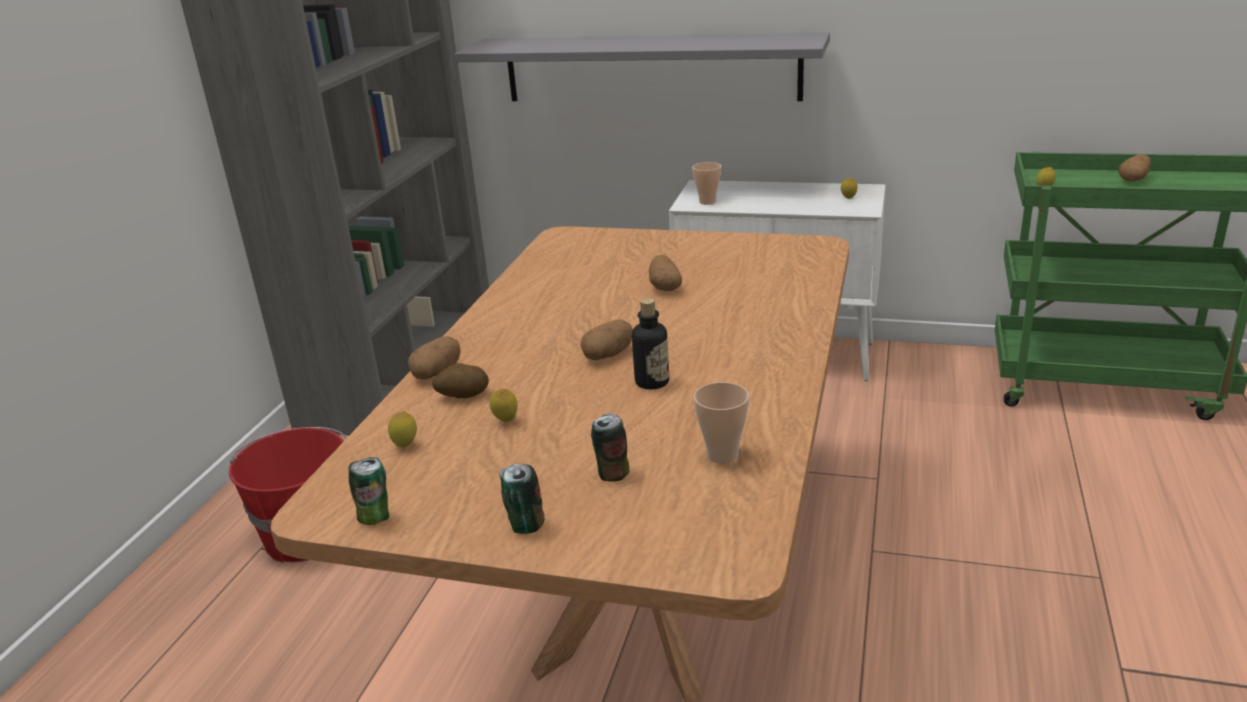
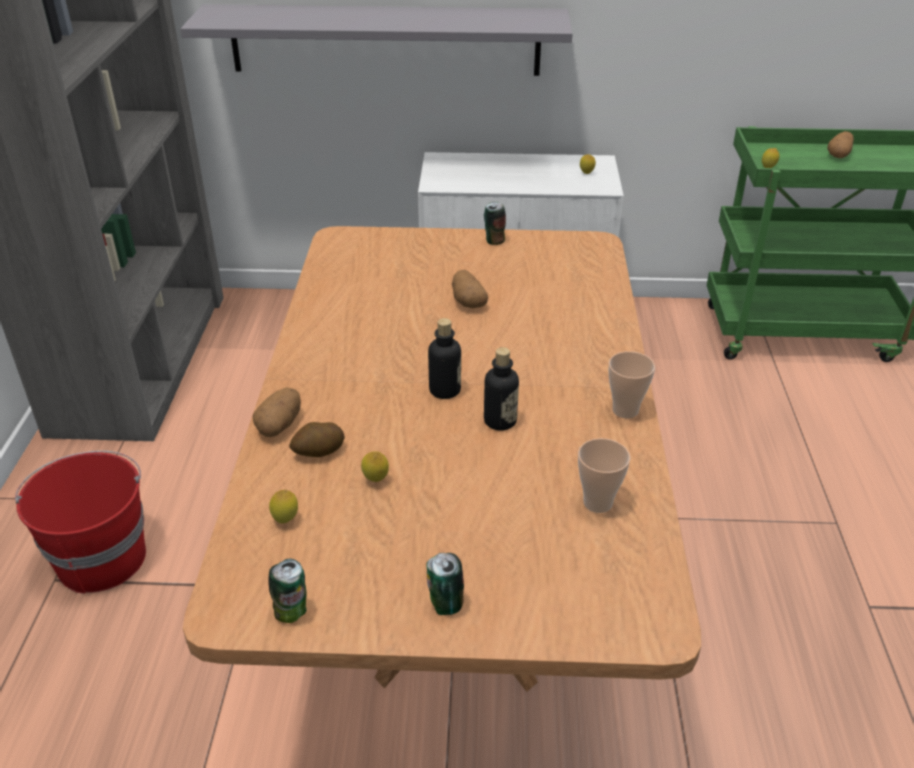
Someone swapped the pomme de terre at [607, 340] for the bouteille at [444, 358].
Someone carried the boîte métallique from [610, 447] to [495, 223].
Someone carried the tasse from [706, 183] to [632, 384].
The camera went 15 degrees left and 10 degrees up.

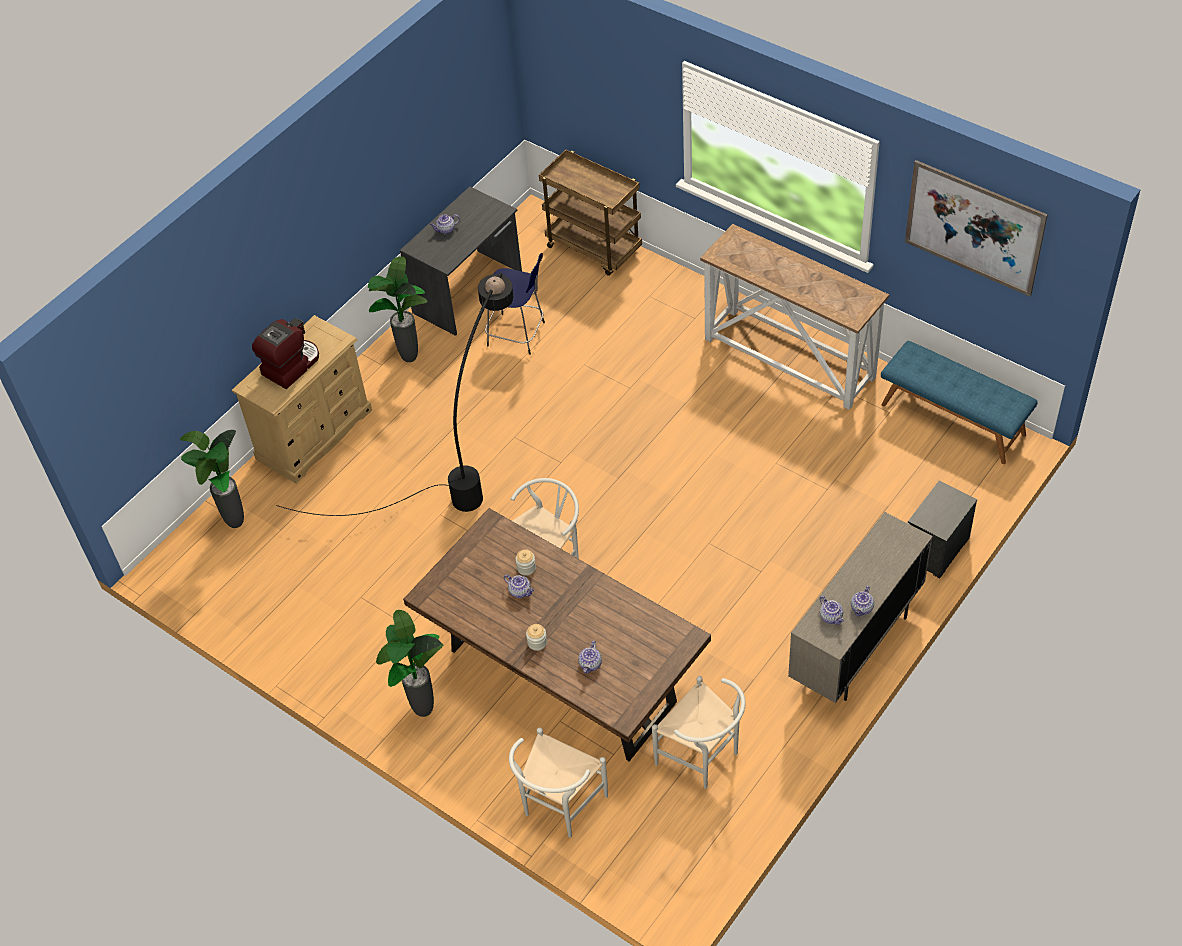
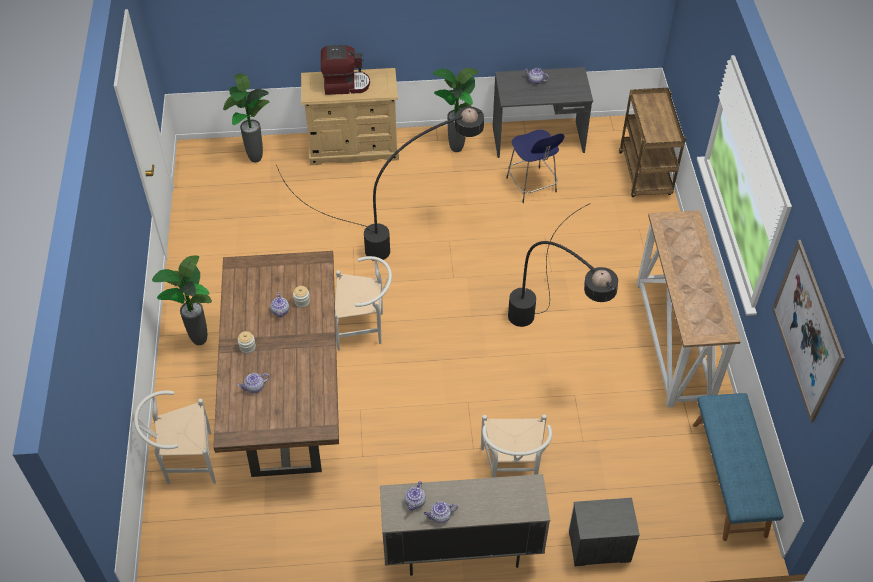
Someone carried the chaise (blanc) from [699, 732] to [516, 446].
Someone put down the lampadaire (noir) at [563, 265].
The camera went 45 degrees right and 0 degrees up.

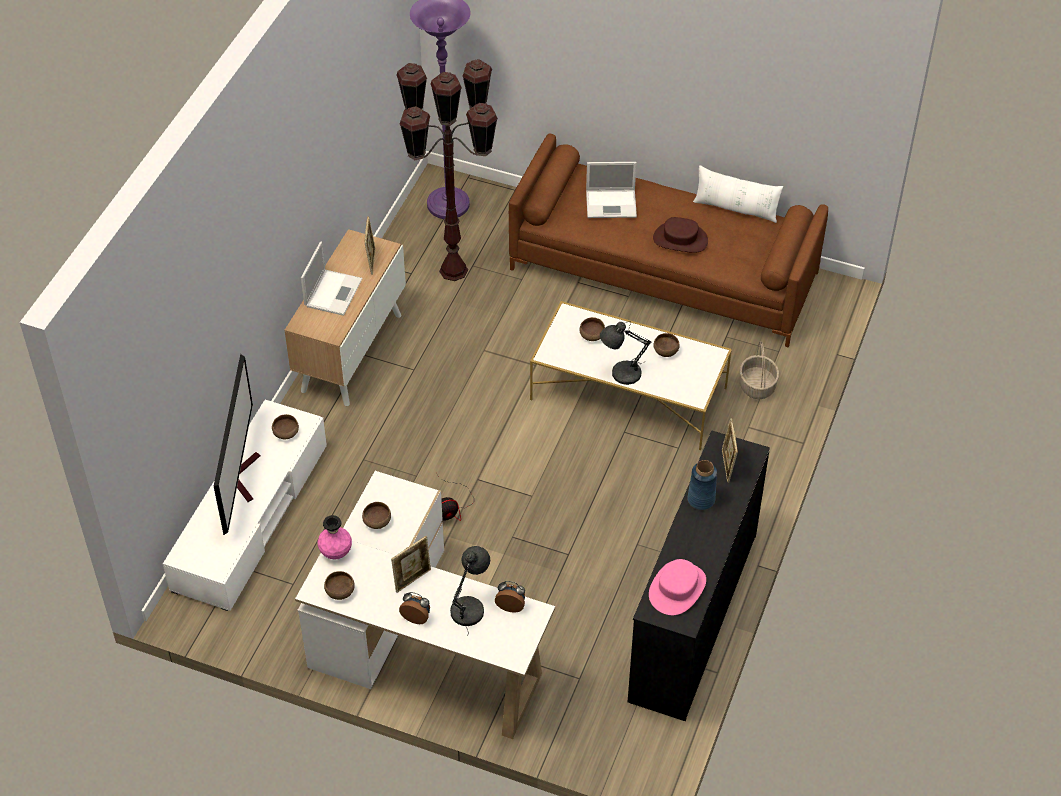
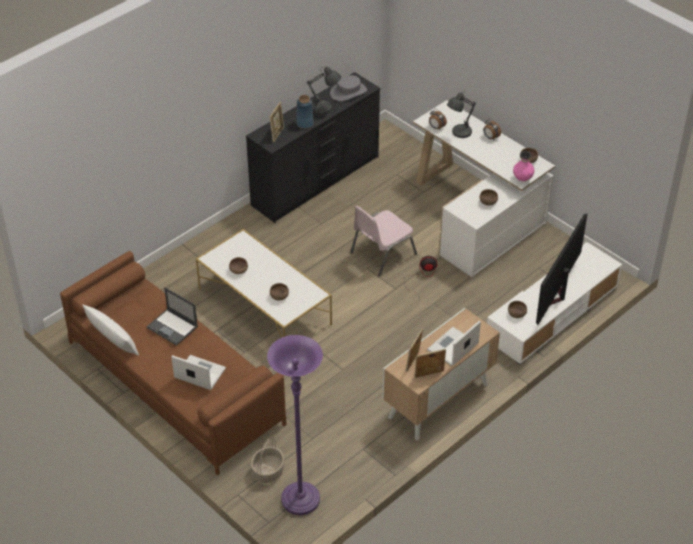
Someone swapped the chapeau (marron) at [680, 235] for the ordinateur portable at [172, 316].
Someone carried the panier from [759, 370] to [267, 460].
Someone carried the lampe de table (gris) from [625, 353] to [324, 90].
Someone repainted the chapeau (rose) at [677, 587], which became the chapeau (gris) at [348, 88].
Someone put down the chaise (rose) at [383, 241].
Someone carried the cadre photo from [411, 564] to [430, 363].
Someone took away the lampadaire (marron) at [447, 170].
The camera went 155 degrees left and 5 degrees down.

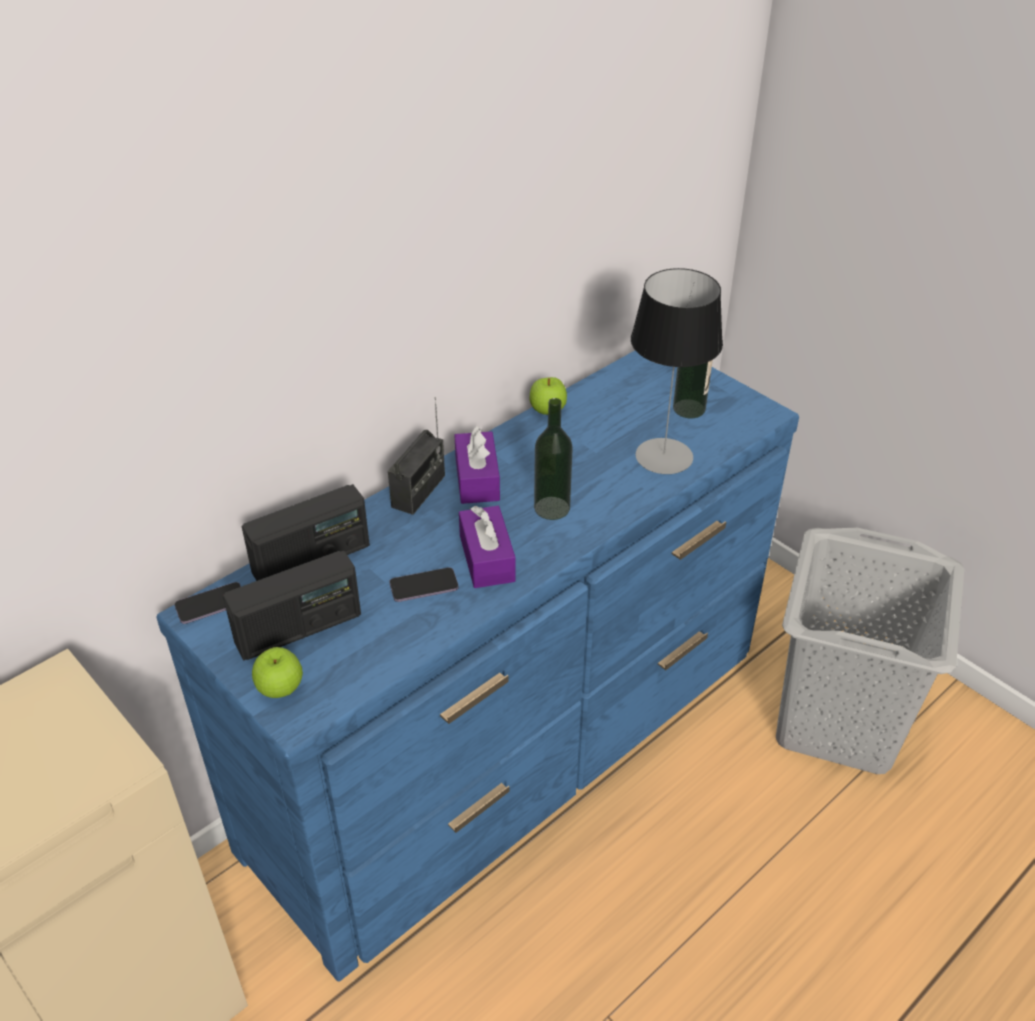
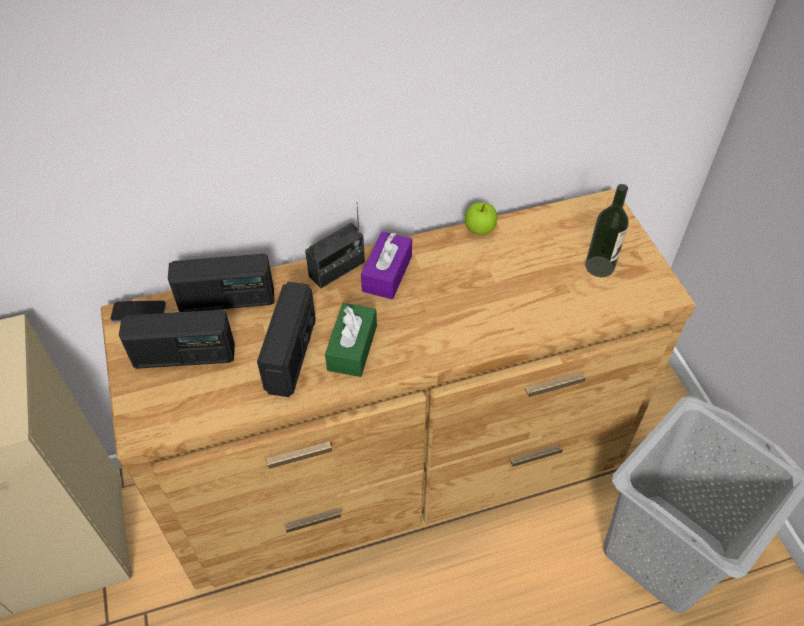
Someone repainted the commode (bleu) at [477, 666], which became the commode (marron) at [398, 389].
Someone swapped the téléphone at [424, 584] for the radio at [286, 339].
Someone repainted the boîte à mouchoirs (violet) at [487, 547], which became the boîte à mouchoirs (vert) at [351, 340].
Someone took away the pomme at [277, 672].
Someone took away the bouteille at [553, 459].
Someone took away the lampe de table at [677, 371].
The camera went 25 degrees right and 10 degrees up.

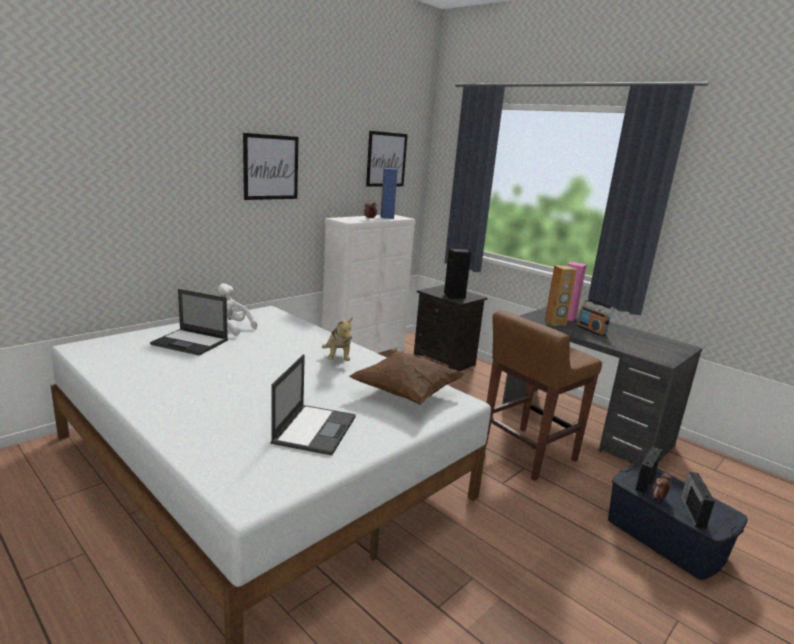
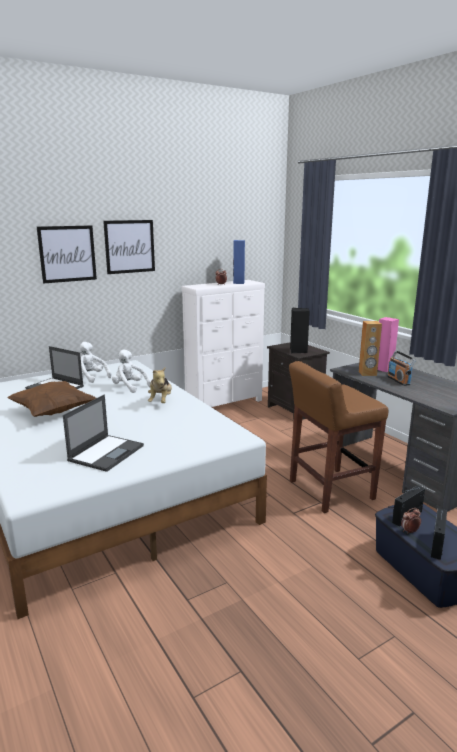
Someone carried the coussin (marron) from [407, 378] to [51, 399].
Someone carried the tableau from [387, 159] to [67, 254].
Someone put down the peluche (blanc) at [131, 371].
The camera went 15 degrees right and 0 degrees up.

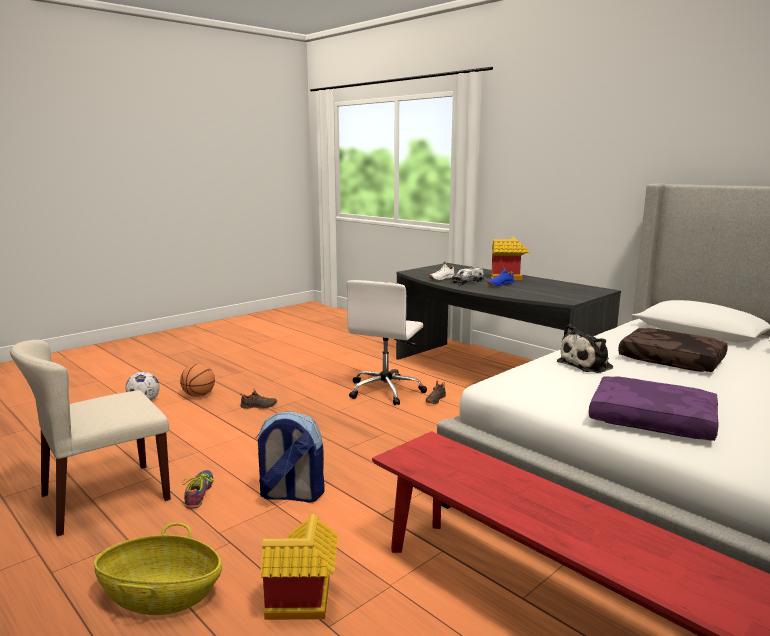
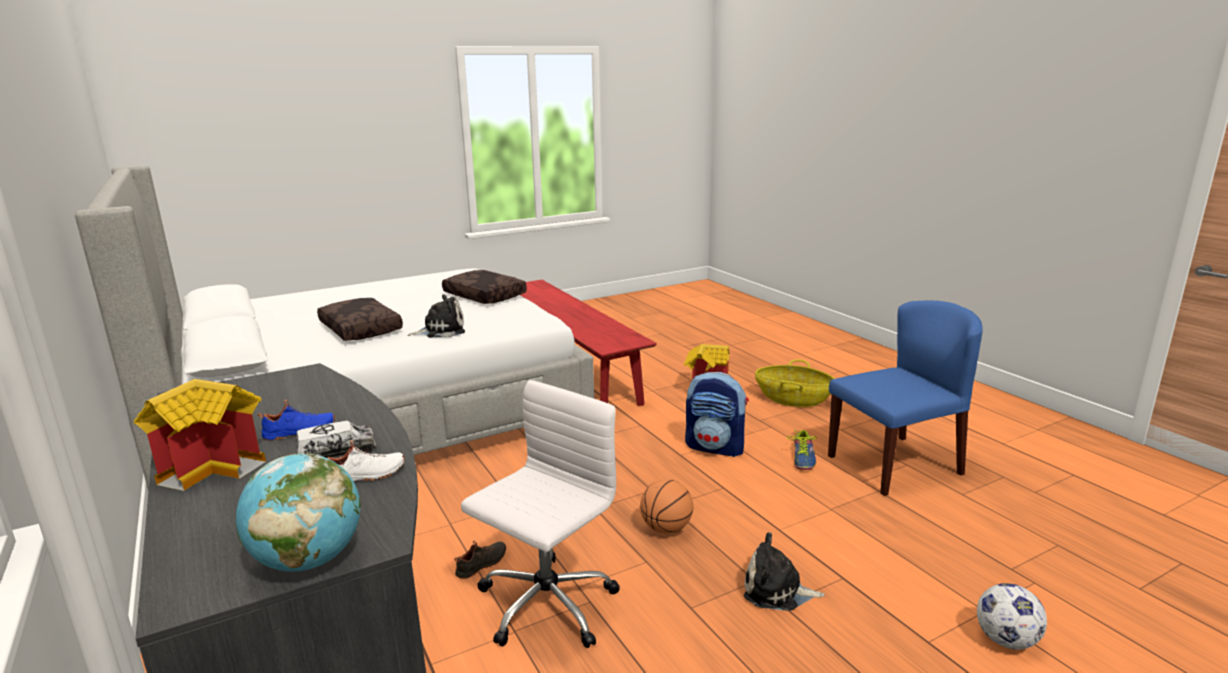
Someone put down the globe at [298, 512].
Someone repainted the coussin (violet) at [653, 408], which became the coussin (marron) at [484, 287].
Someone carried the ballon de basket from [197, 380] to [666, 506].
Someone swapped the chaussure (noir) at [258, 398] for the peluche at [784, 572].
Someone repainted the chaise (beige) at [90, 438], which became the chaise (bleu) at [905, 398].
The camera went 165 degrees left and 5 degrees up.

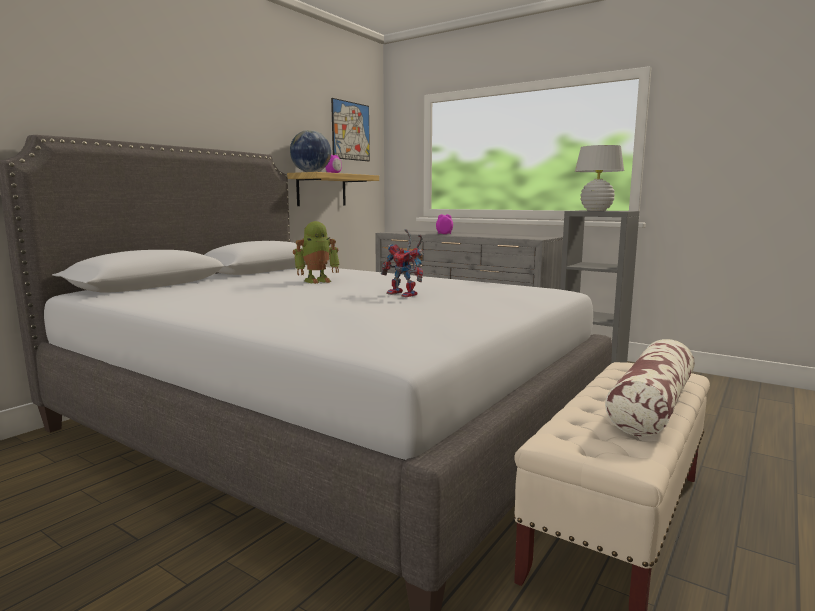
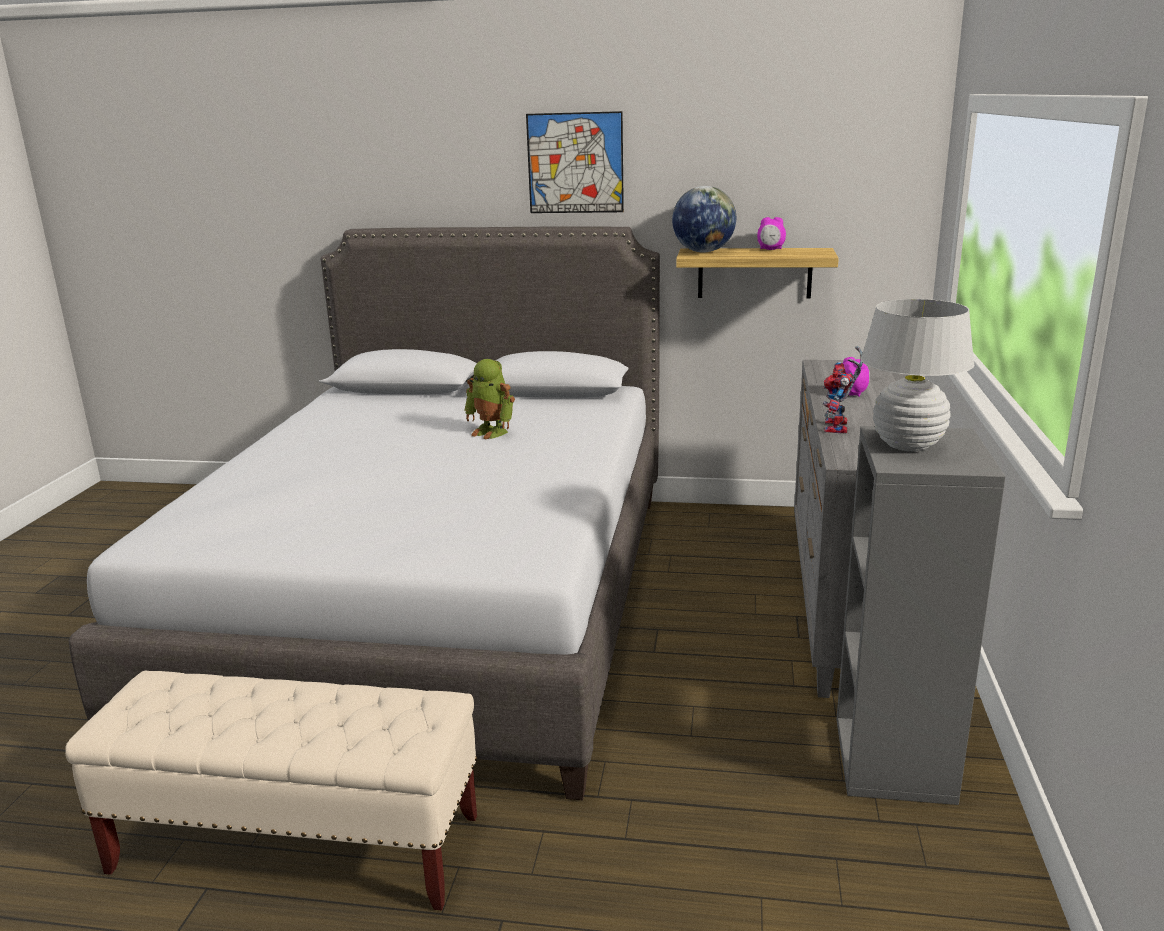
Someone carried the tableau from [350, 129] to [575, 162].
Someone carried the robot jouet from [402, 263] to [843, 390].
Someone took away the coussin at [650, 388].
The camera went 65 degrees right and 10 degrees up.

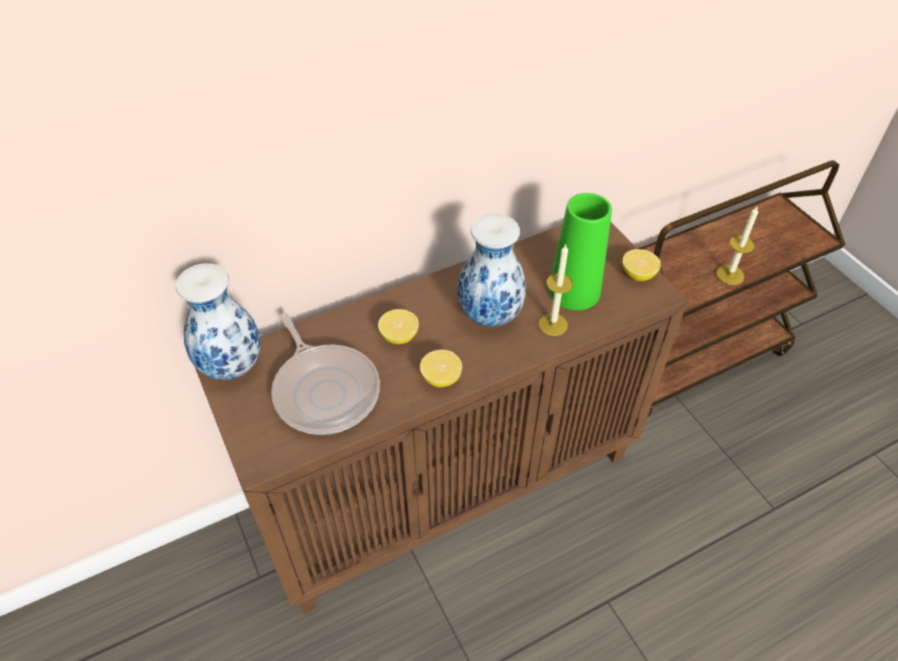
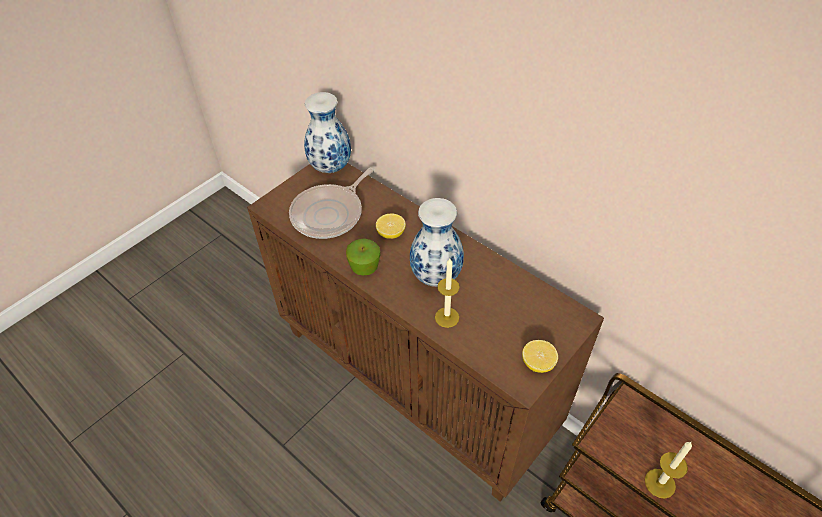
Someone swapped the citron at [441, 368] for the pomme at [363, 256].
Someone took away the vase (vert) at [580, 251].
The camera went 70 degrees right and 0 degrees up.

